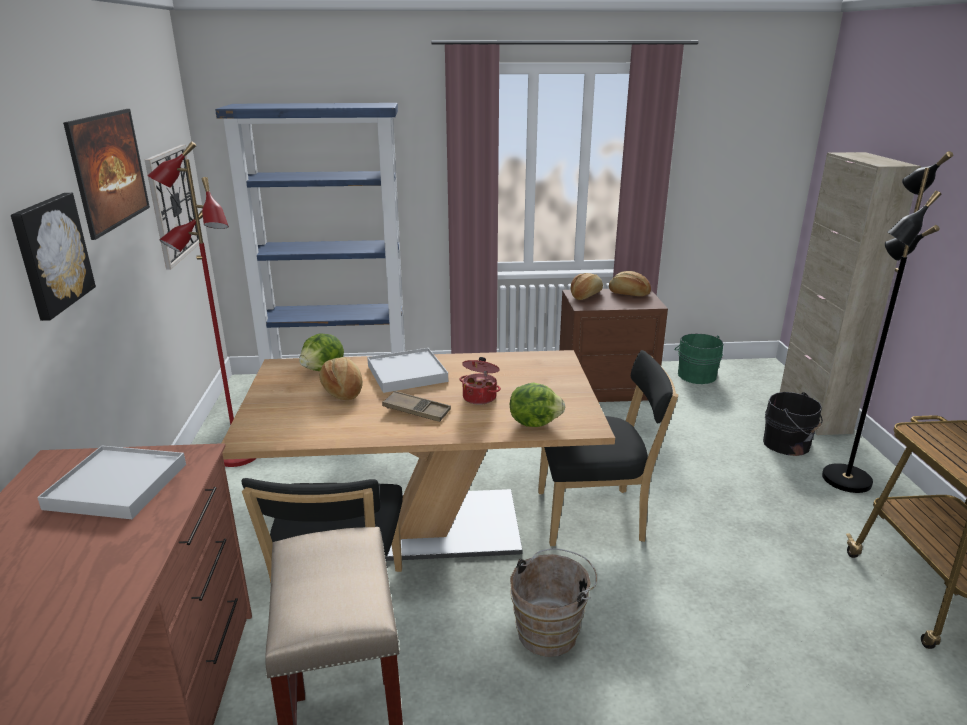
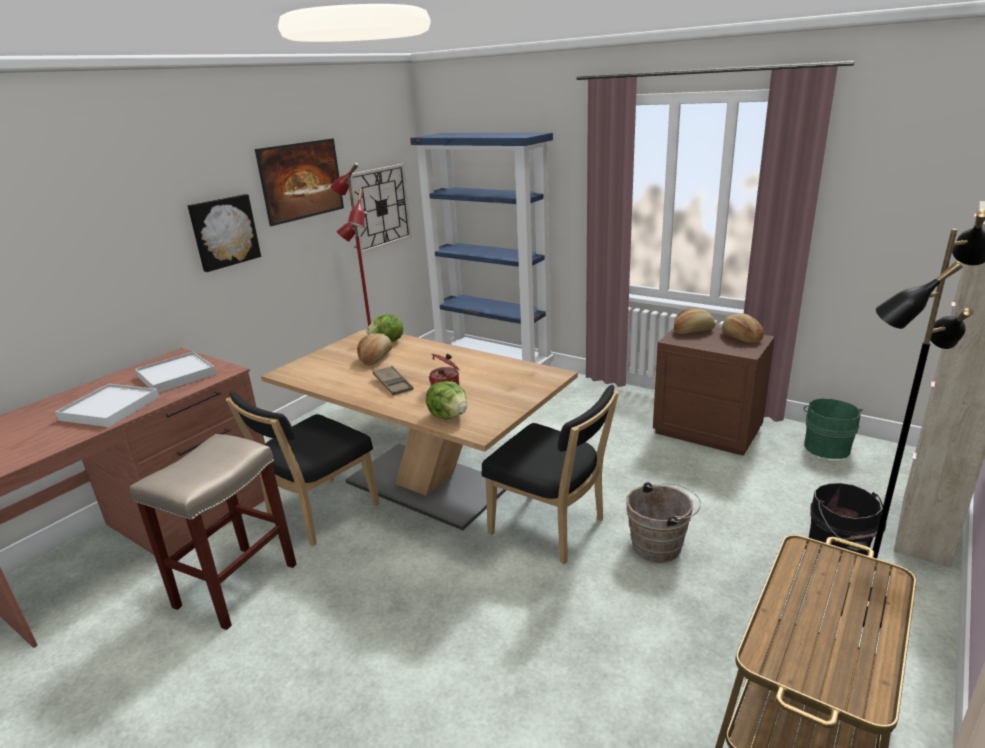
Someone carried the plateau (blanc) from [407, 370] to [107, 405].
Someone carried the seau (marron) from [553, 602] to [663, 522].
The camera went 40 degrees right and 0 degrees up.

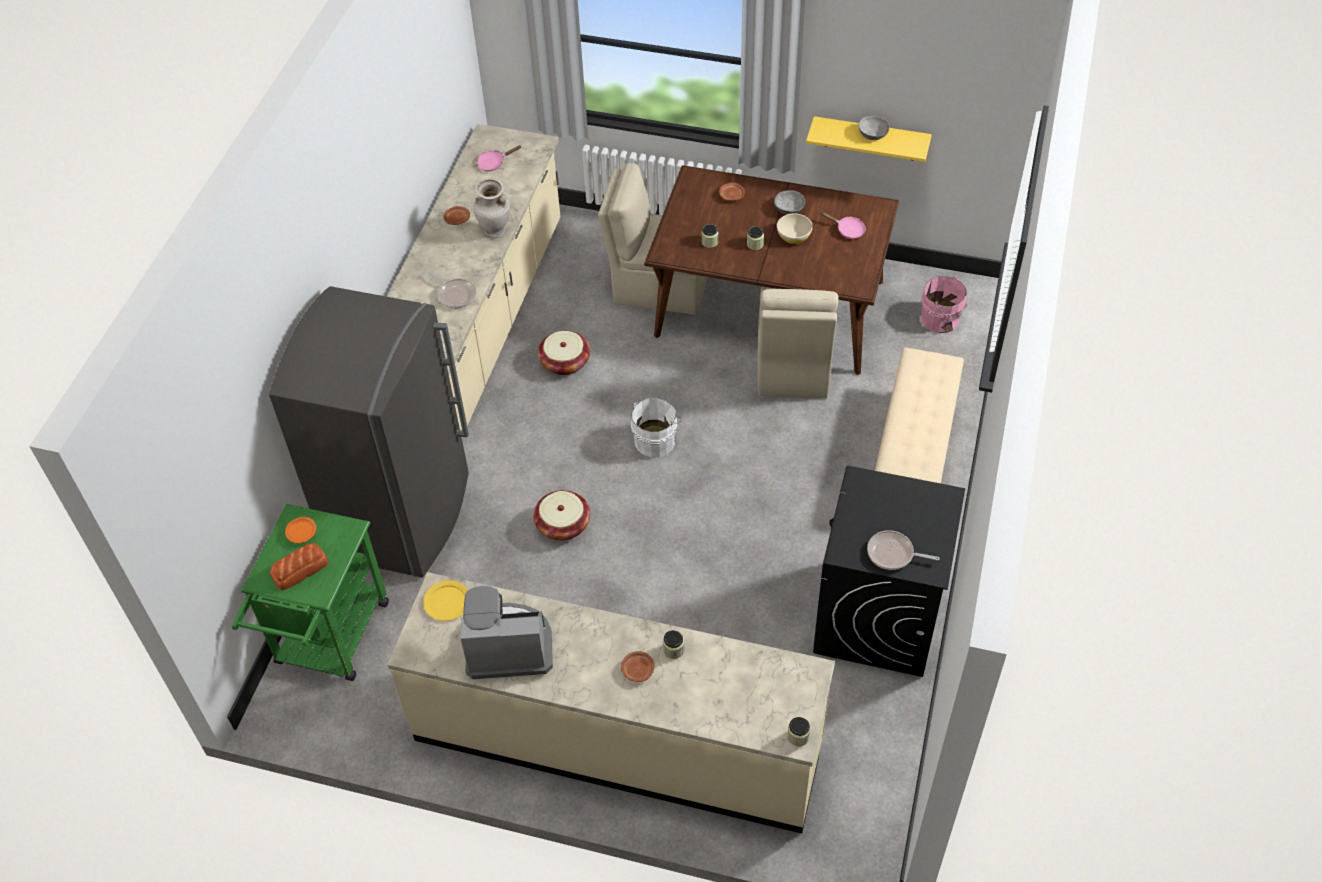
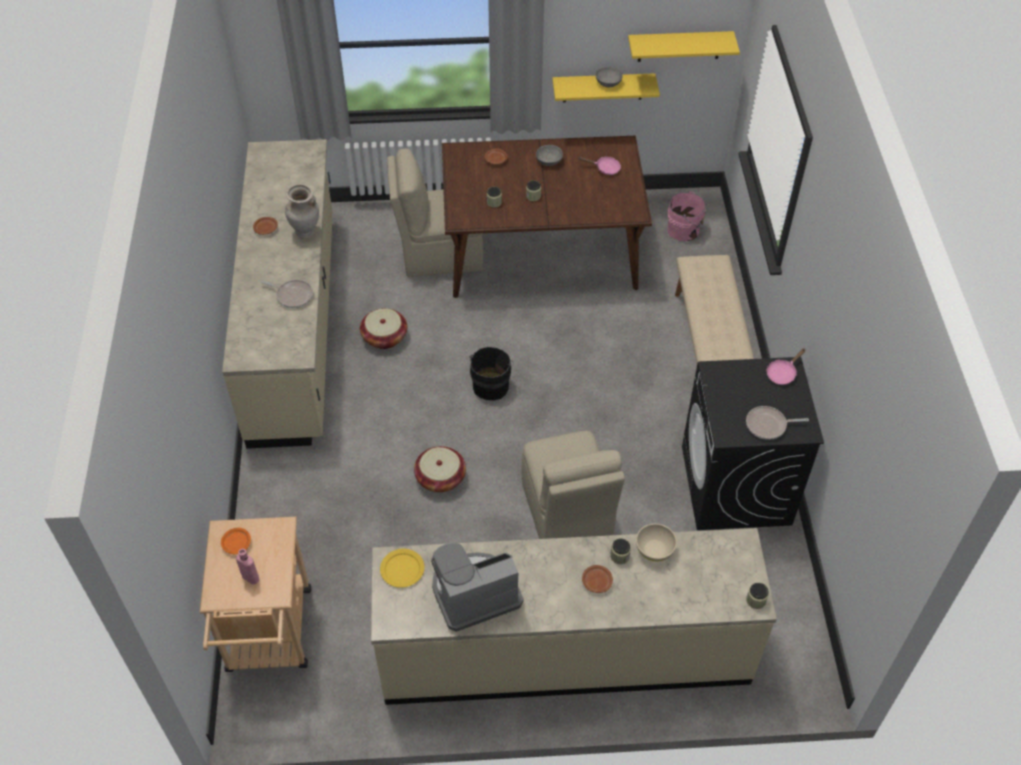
Someone repainted the chariot (vert) at [310, 592], which became the chariot (beige) at [255, 594].
Someone swapped the pain at [299, 566] for the bouteille (rose) at [247, 566].
Someone repainted the seau (blanc) at [656, 427], which became the seau (noir) at [491, 373].
Someone carried the chaise (beige) from [798, 342] to [573, 485].
Someone put up the étagère (jaune) at [684, 46].
Someone carried the bol (beige) from [795, 229] to [656, 542].
Someone carried the poêle (rose) from [499, 158] to [786, 366].
Someone took away the réfrigérateur (gris) at [369, 432].
The camera went 20 degrees left and 0 degrees up.

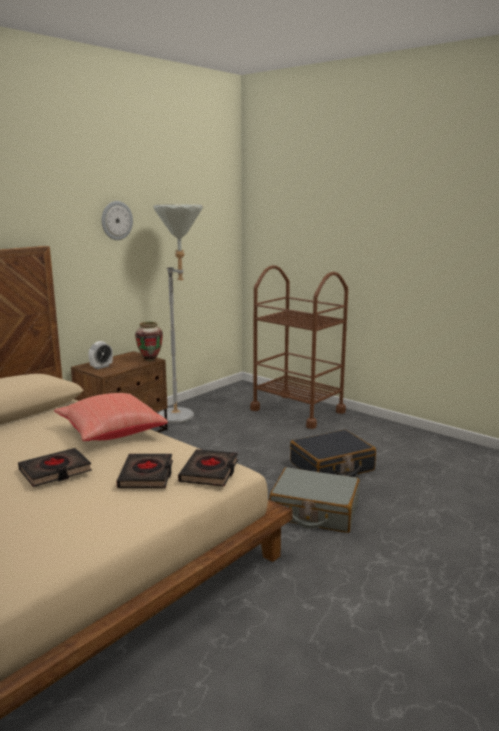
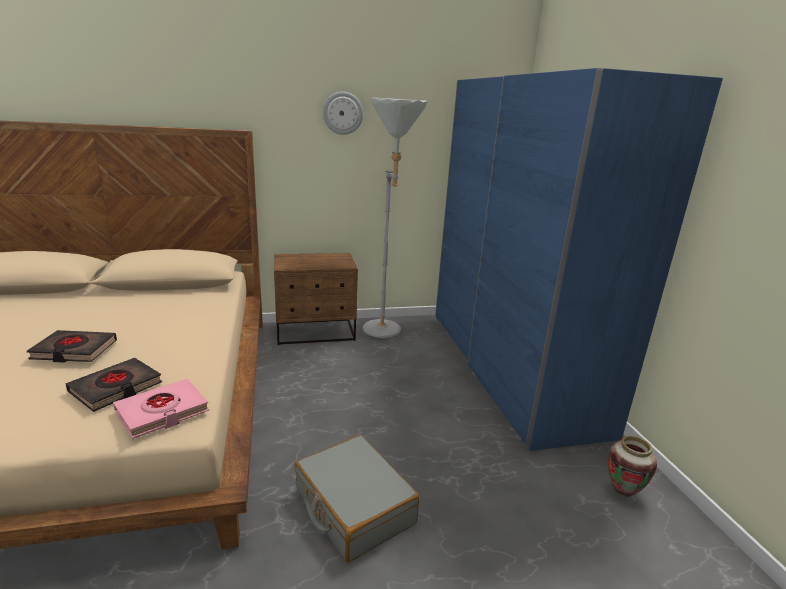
Someone repainted the livre (noir) at [208, 468], which became the livre (rose) at [161, 409].
Someone swapped the chariot (marron) at [299, 347] for the armoire (bleu) at [579, 259].
Someone carried the vase from [149, 341] to [632, 466].
Someone took away the coussin (rouge) at [111, 417].
Someone took away the réveil at [100, 355].
Someone took away the valise (noir) at [333, 453].
The camera went 35 degrees right and 5 degrees up.

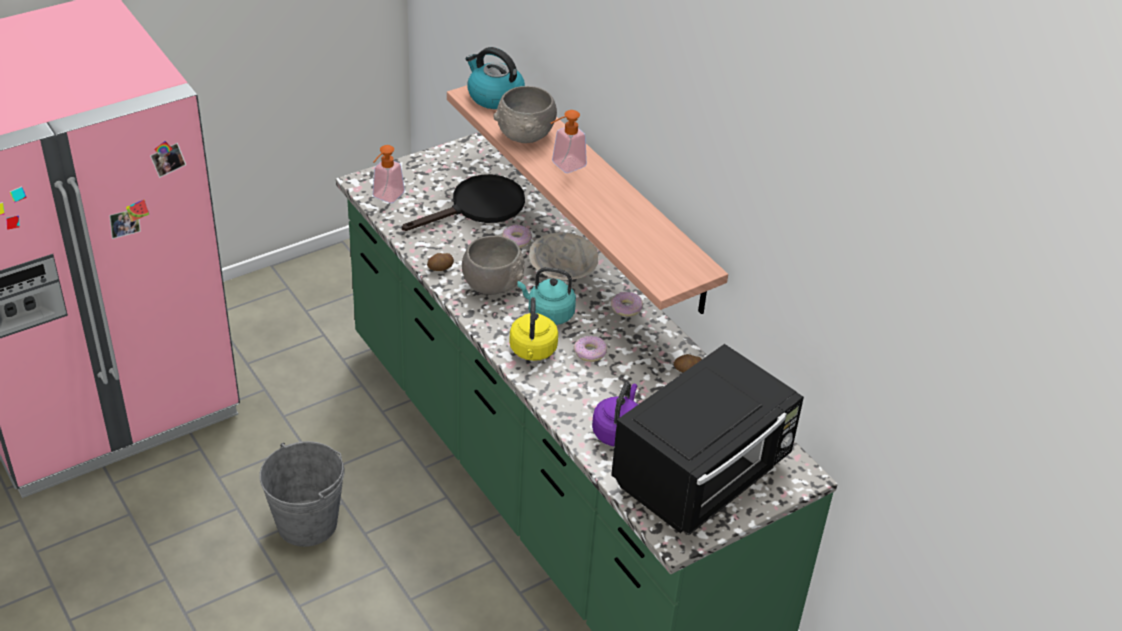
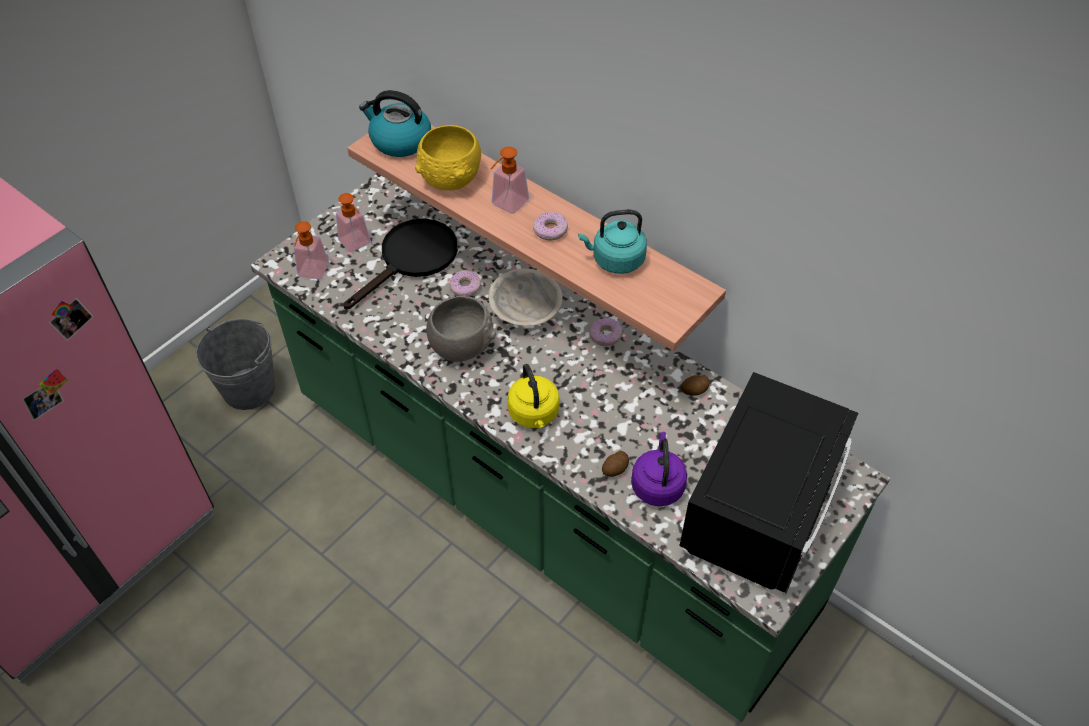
Someone carried the seau (gris) from [301, 494] to [235, 364].
Someone put down the distributeur de savon at [353, 222].
Someone repainted the bol (gris) at [525, 114], which became the bol (jaune) at [448, 157].
Someone carried the beignet from [590, 349] to [550, 226].
Someone carried the bouilloire (turquoise) from [547, 296] to [612, 242].
Someone carried the pomme de terre from [440, 262] to [615, 464].
The camera went 15 degrees left and 10 degrees up.

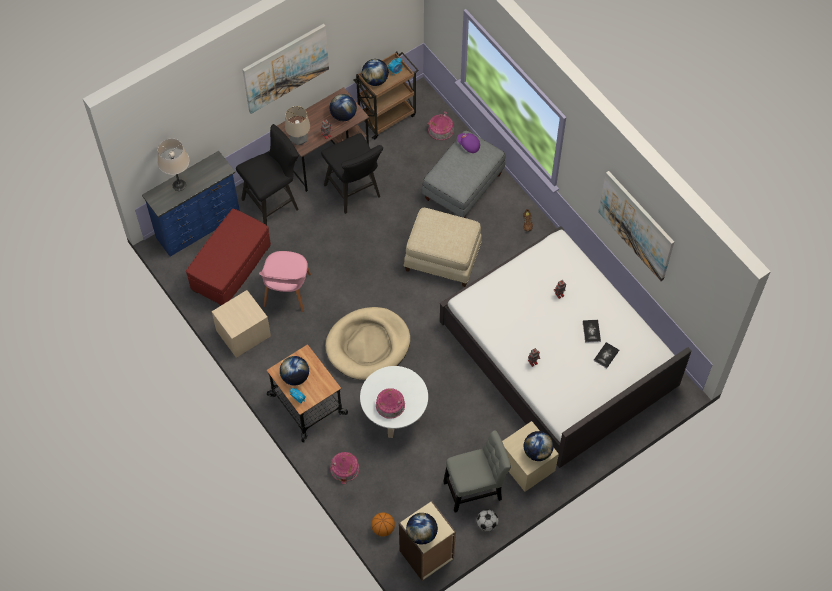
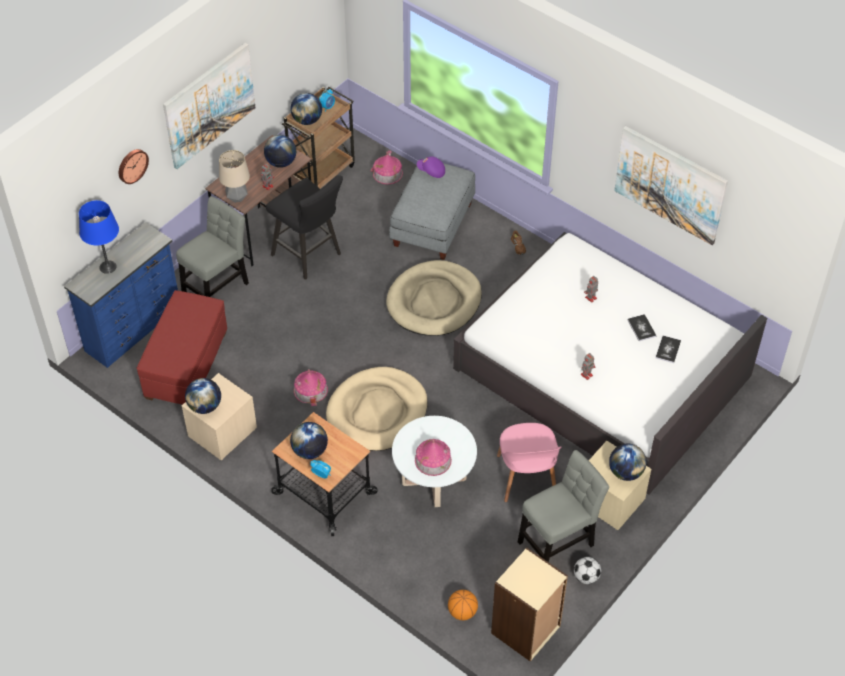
Someone repainted the lampe de table (beige) at [173, 164], which became the lampe de table (bleu) at [99, 237].
Someone put up the horloge murale at [134, 166].
Someone swapped the tabouret (noir) at [267, 174] for the chaise (gris) at [212, 246].
Someone carried the globe from [422, 529] to [203, 396].
Someone carried the maison miniature from [344, 468] to [311, 387].
Someone swapped the pouf (beige) at [443, 247] for the panier pour chien (beige) at [434, 298].
Someone carried the chaise (rose) from [285, 281] to [529, 462].
The camera went 15 degrees left and 10 degrees down.

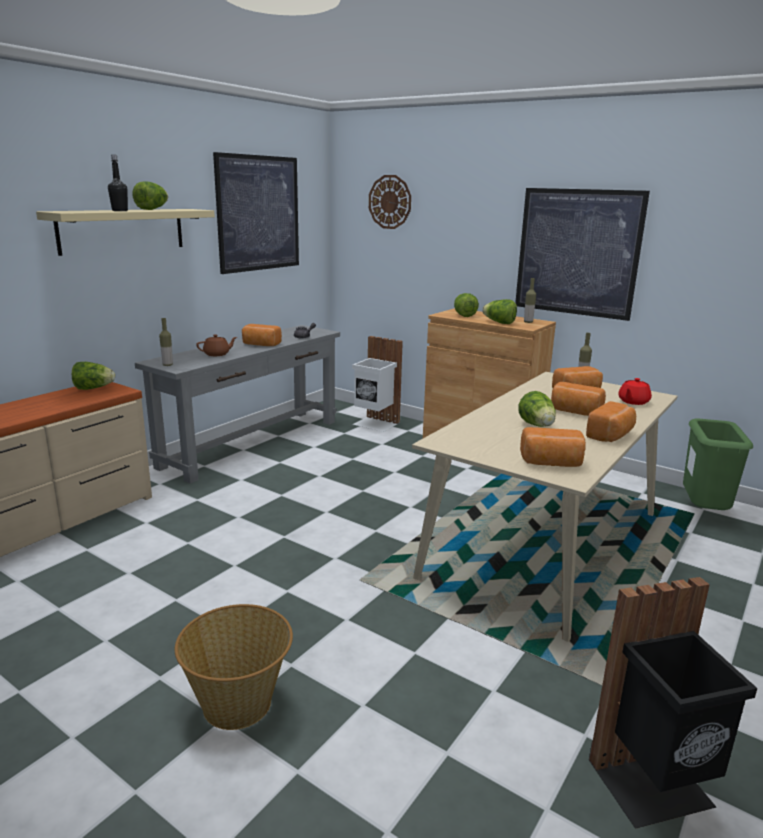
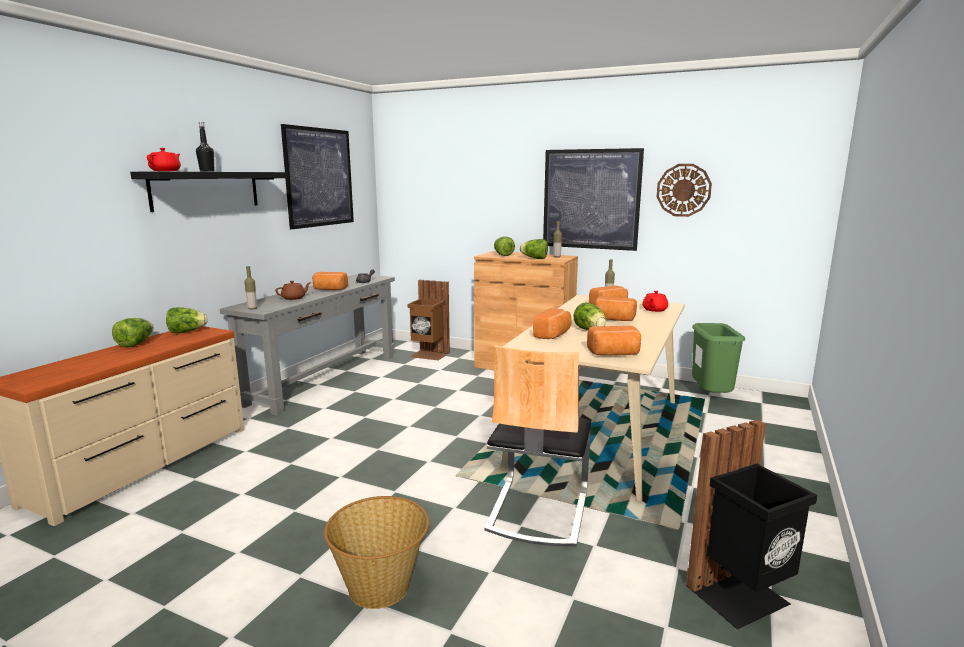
Someone carried the laitue from [150, 195] to [133, 333].
Someone repainted the étagère (beige) at [125, 232], which became the étagère (noir) at [209, 192].
Someone put down the théière (rouge) at [164, 159].
Someone repainted the poubelle (blanc) at [377, 384], which became the poubelle (marron) at [428, 320].
Someone put down the chaise at [537, 445].
Someone carried the pain from [611, 421] to [552, 323].
Someone carried the horloge murale from [390, 202] to [684, 190].
The camera went 10 degrees left and 5 degrees down.

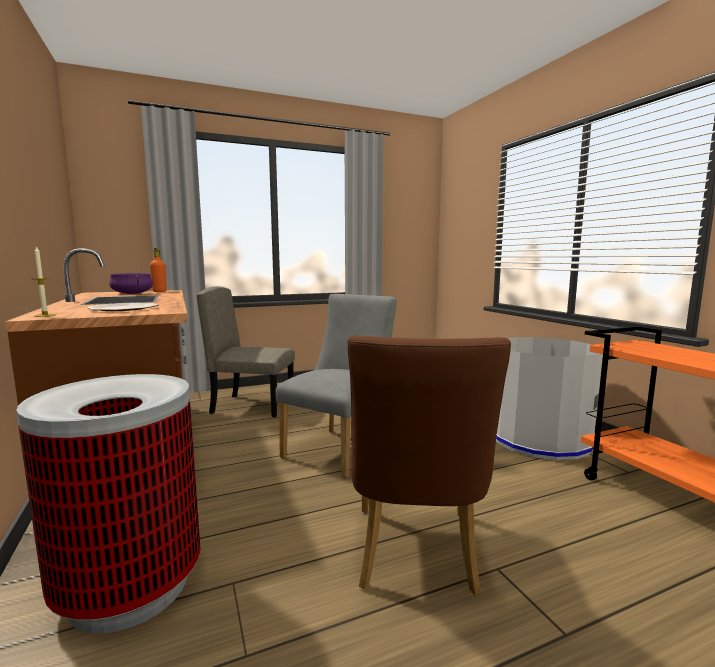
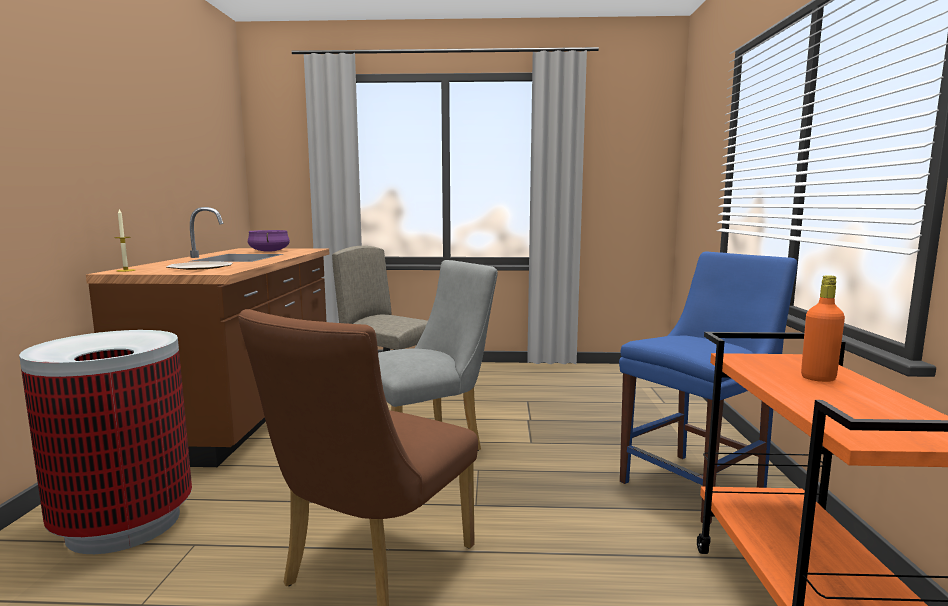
Someone swapped the poubelle (gris) at [549, 398] for the chaise (bleu) at [708, 387].
Someone carried the bouteille (orange) from [158, 270] to [823, 328].
The camera went 25 degrees right and 0 degrees up.

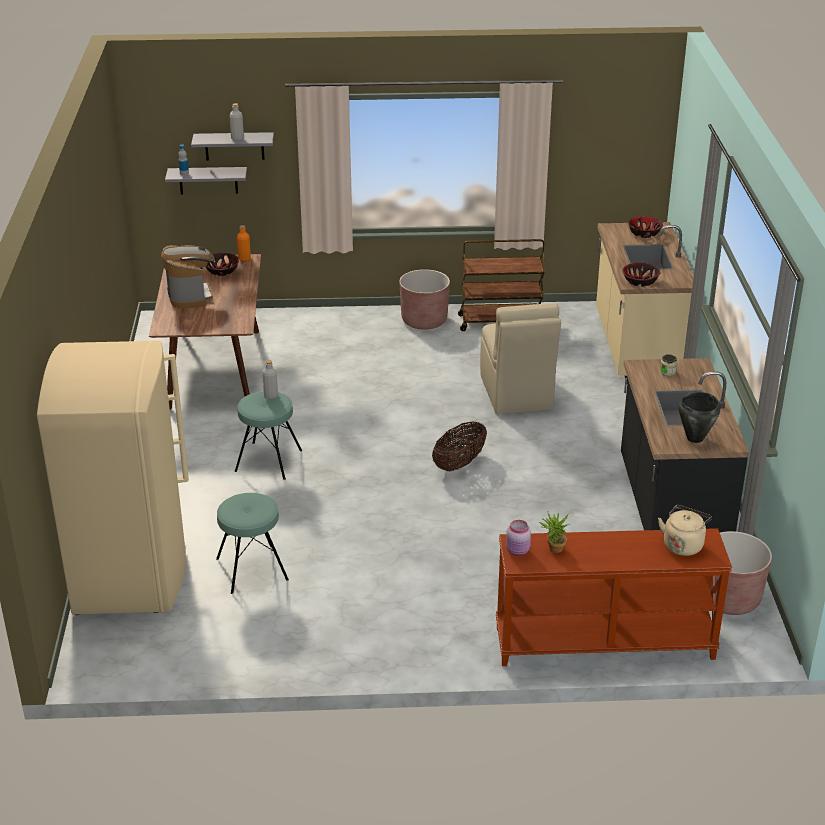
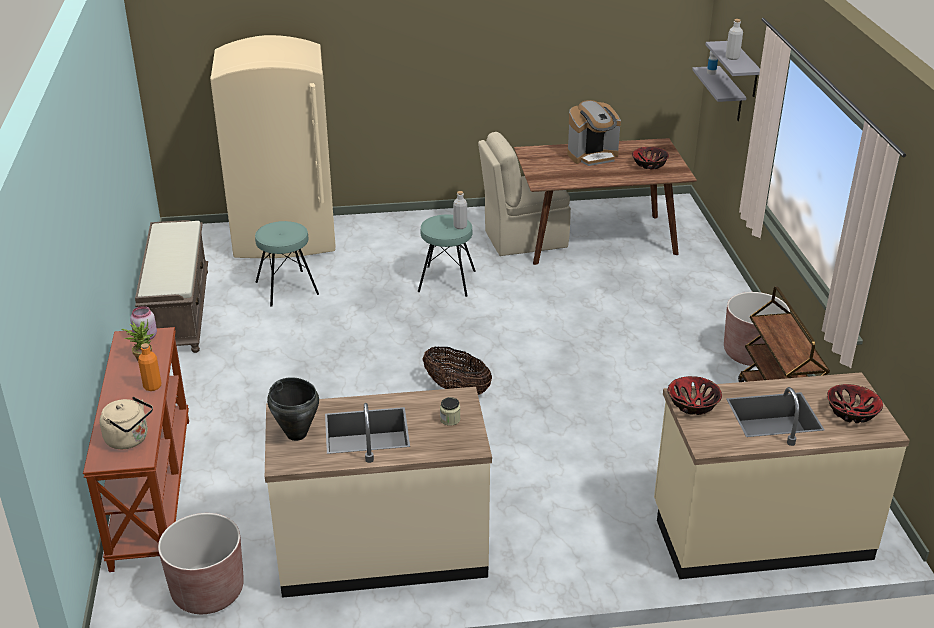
Someone put down the banc (marron) at [171, 286].
Someone carried the bouteille (orange) from [244, 243] to [149, 367].
Someone repainted the comptoir de cuisine (noir) at [685, 445], which became the comptoir de cuisine (beige) at [378, 492].
Someone carried the chaise (beige) from [520, 358] to [524, 194].
The camera went 85 degrees right and 0 degrees up.

